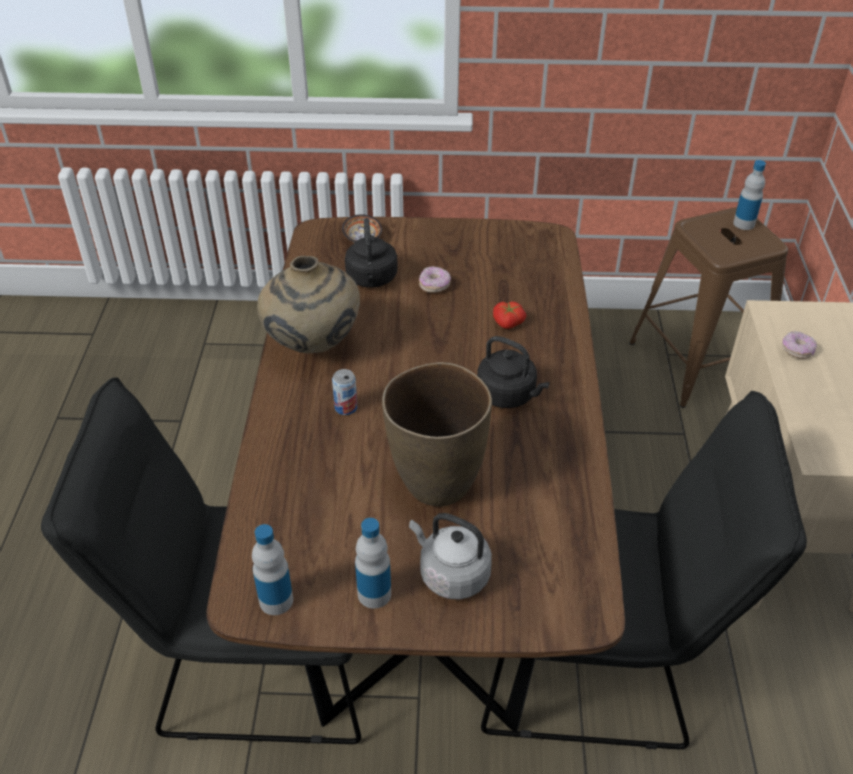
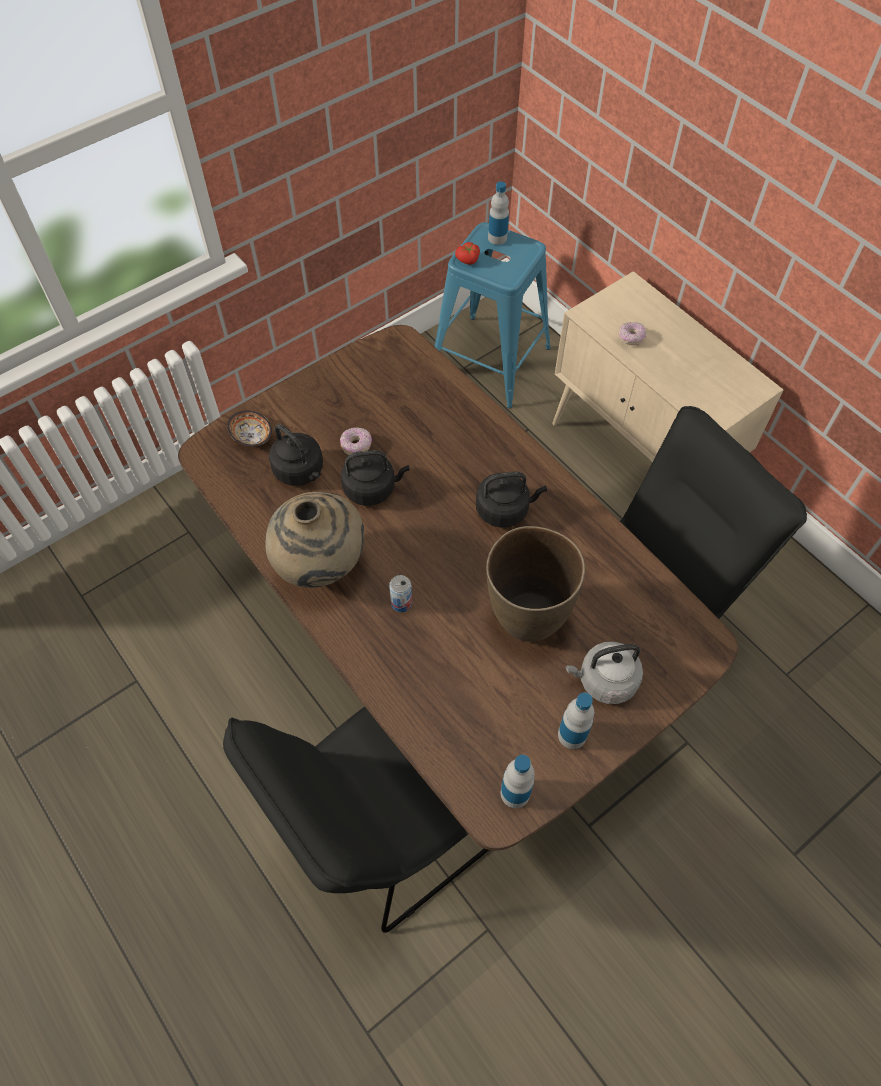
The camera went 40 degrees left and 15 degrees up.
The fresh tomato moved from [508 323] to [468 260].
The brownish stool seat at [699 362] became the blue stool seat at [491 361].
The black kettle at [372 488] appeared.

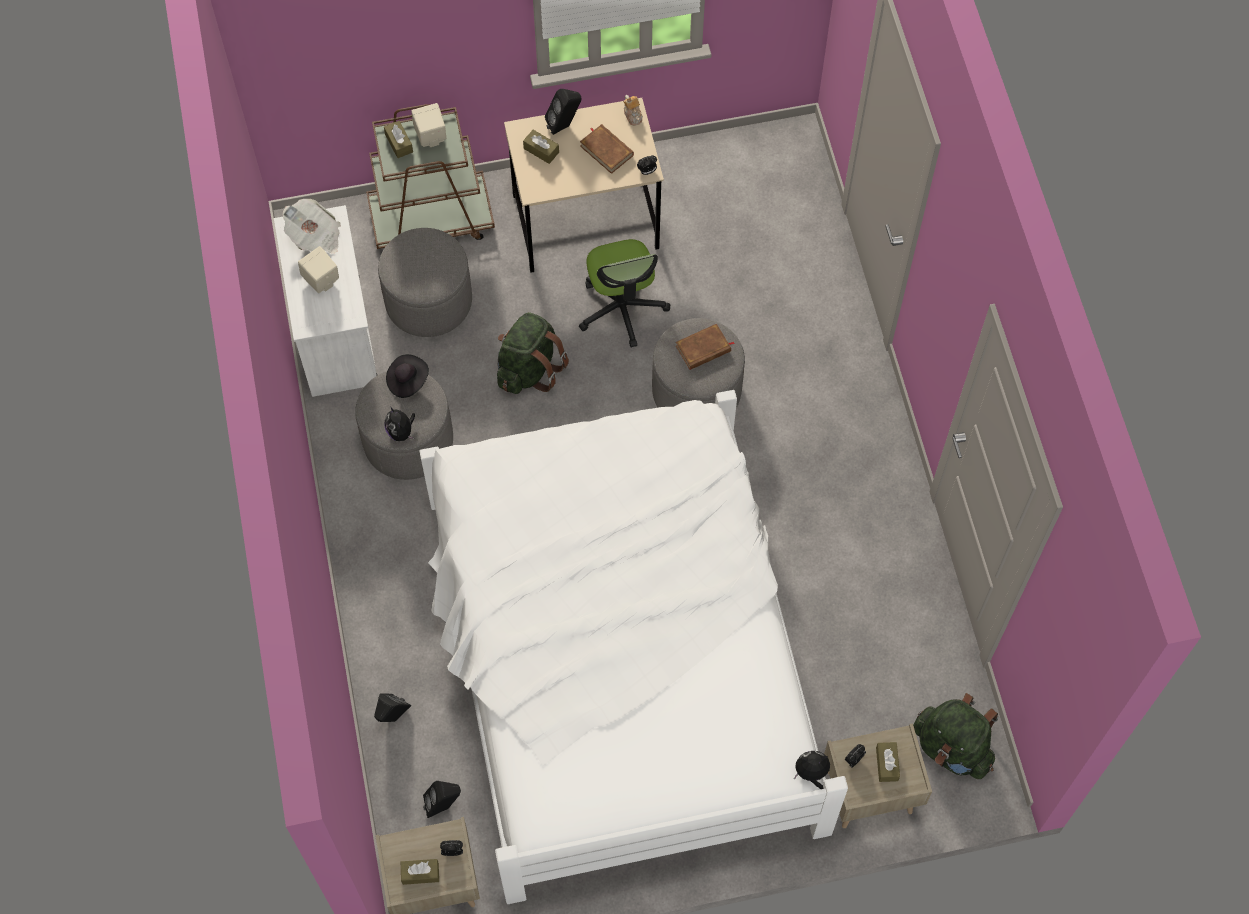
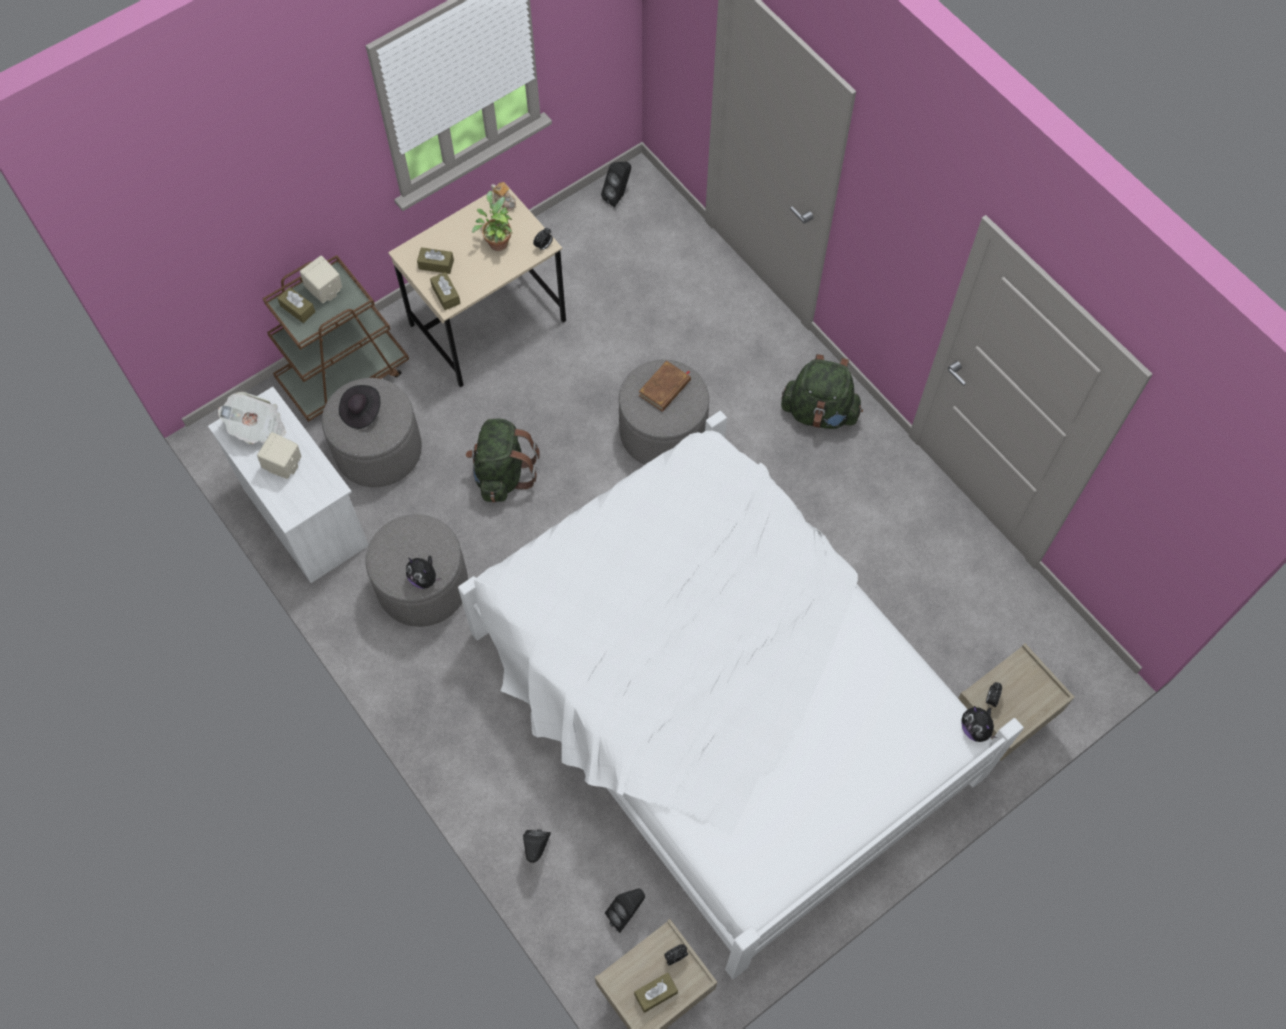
The camera went 25 degrees left and 0 degrees up.
The black wearable hat moved from [407 381] to [361 412].
The black speaker moved from [564 125] to [618 196].
The computer chair at [622 308] disappeared.
The brownish book at [606 150] was replaced by the potted plant at [497 241].
The plush toy at [811 773] turned 90 degrees counterclockwise.
The brownish tissue holder moved from [887 764] to [446 295].
The greenish backpack moved from [952 748] to [819 412].

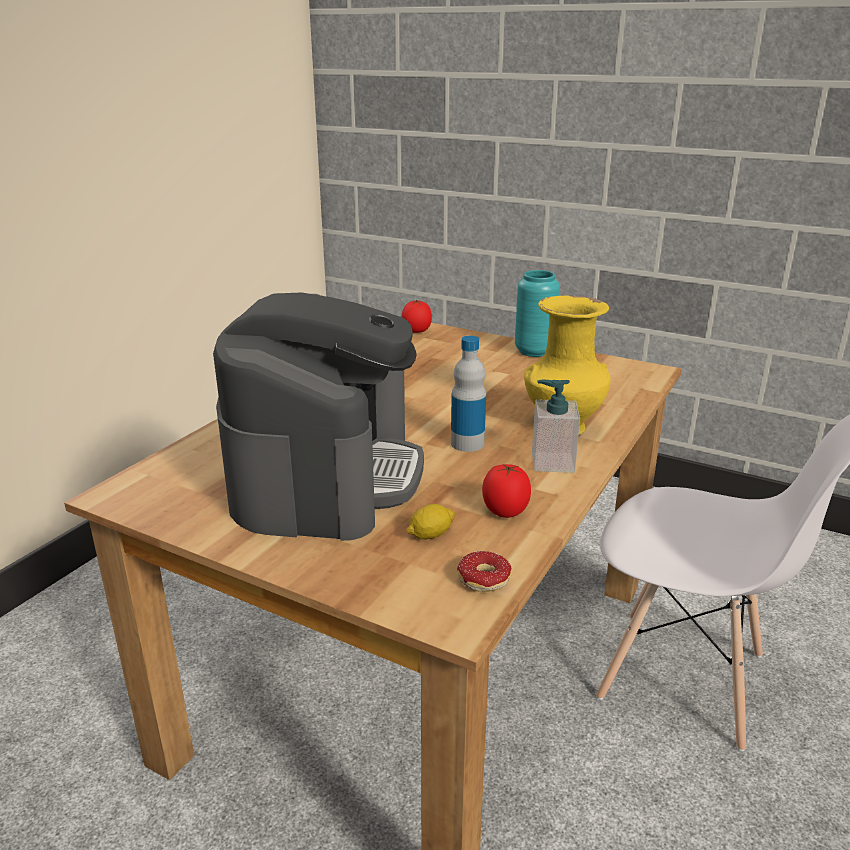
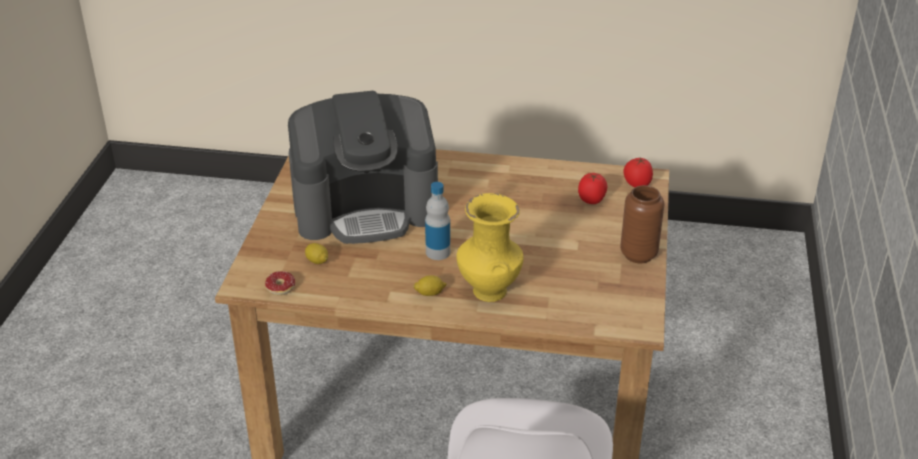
The camera went 70 degrees right and 10 degrees up.
The fresh tomato moved from [505 511] to [592 200].
The blue-green vase at [534 351] became the brownish vase at [638 255].
The soap dispenser at [552 462] was replaced by the lemon at [430 293].

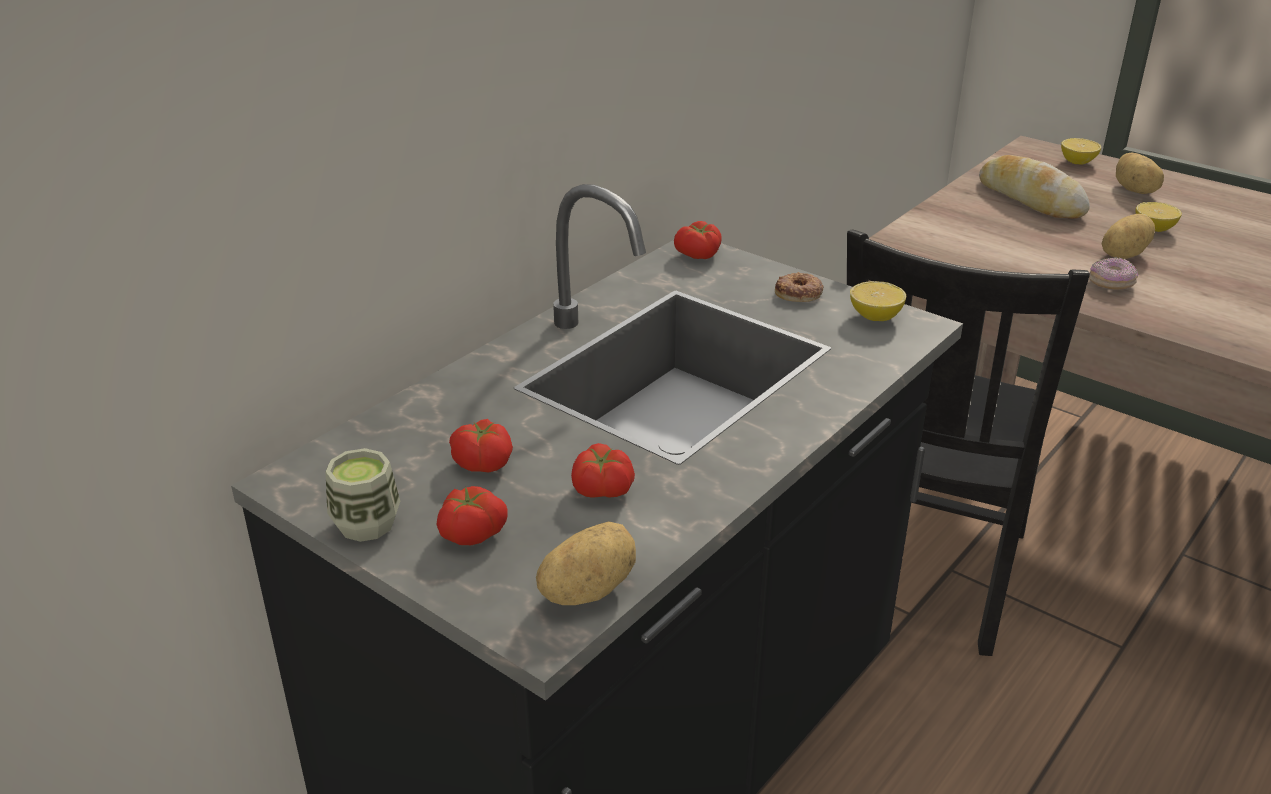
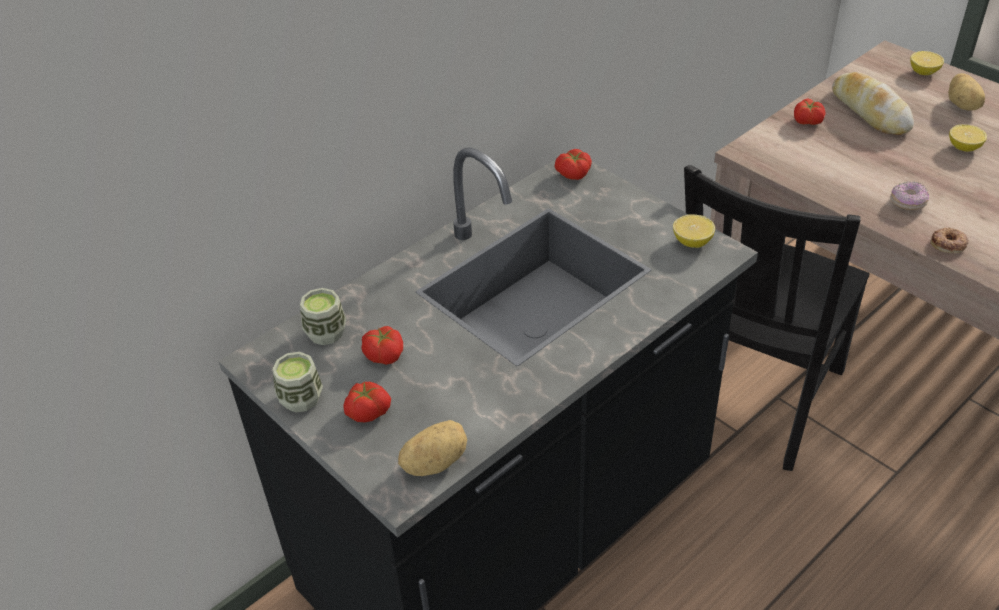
The camera went 10 degrees right and 10 degrees up.
The fresh tomato moved from [601 490] to [806 121].
The doughnut moved from [799 293] to [948 244].
The potato at [1121 254] disappeared.
The cup at [326 333] appeared.

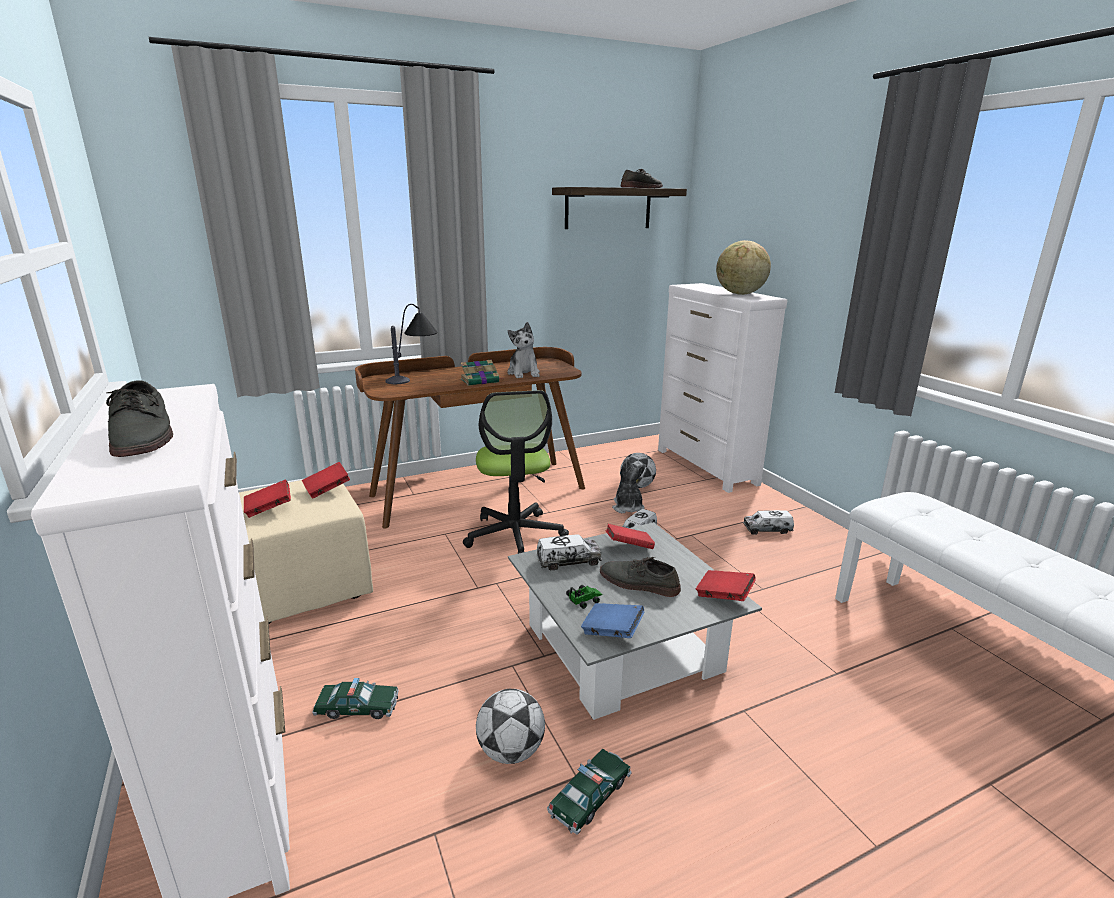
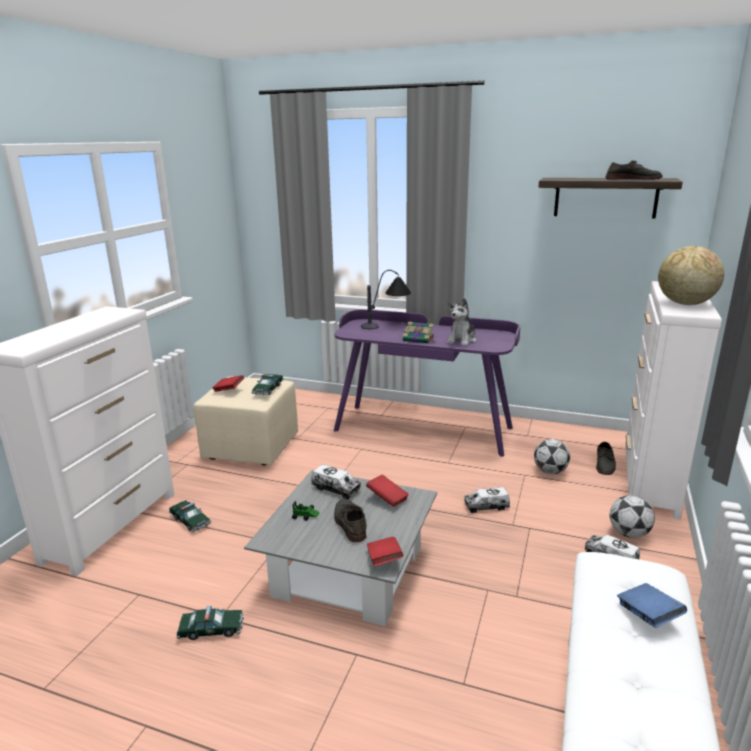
The camera went 45 degrees right and 0 degrees up.
The grey low shoe moved from [143 435] to [605 464].
The red-coloured book at [327 490] was replaced by the toy car at [268 389].
The brownish desk table at [478 491] became the purple desk table at [423 428].
The computer chair at [515 535] disappeared.
The ball for football moved from [511 751] to [628 533].
The blue book moved from [612 632] to [648 616].
The plush toy at [627 507] disappeared.

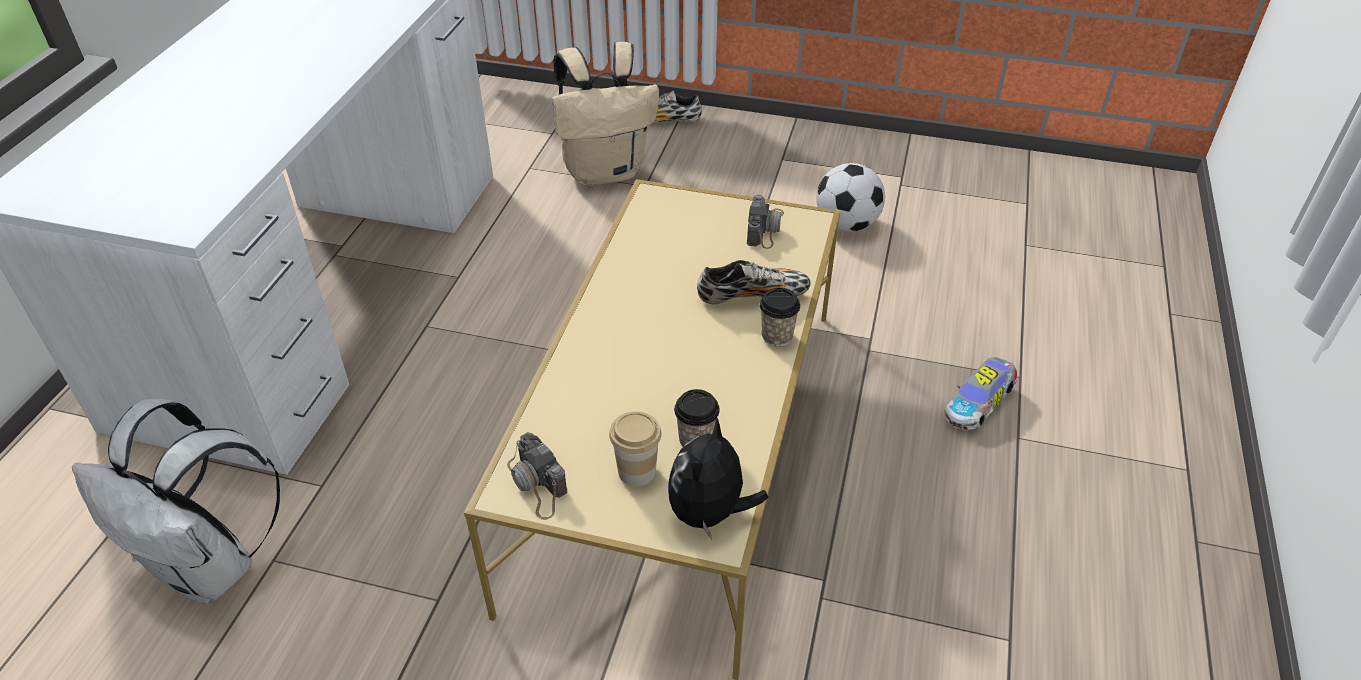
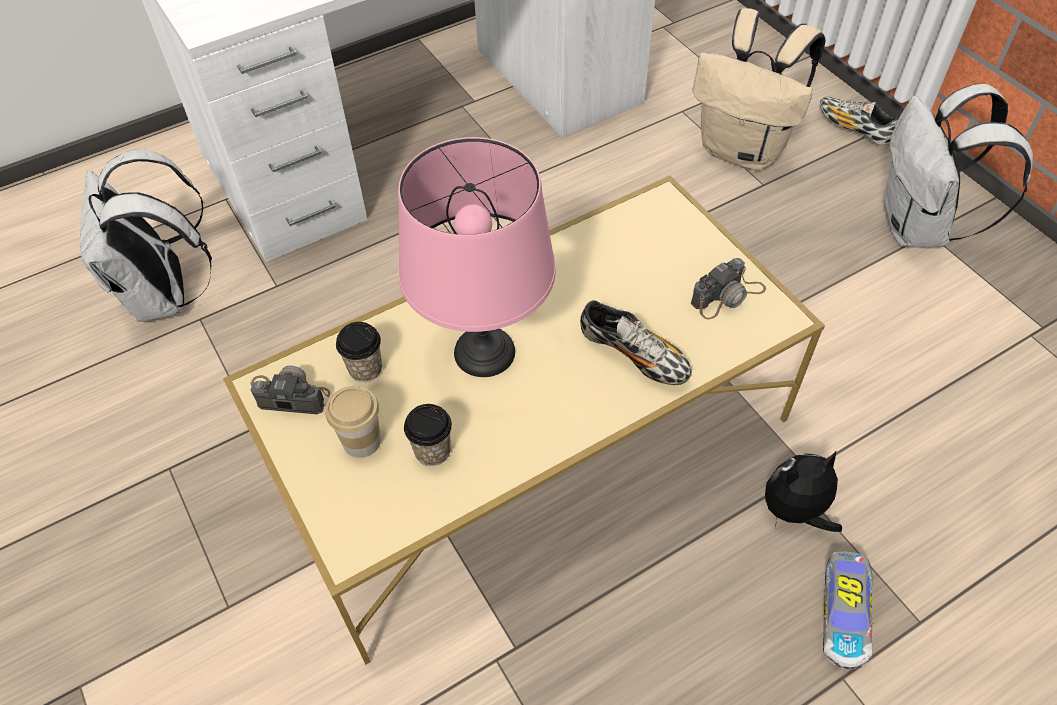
The camera went 45 degrees right and 10 degrees up.
The photo camera at [537 484] turned 90 degrees clockwise.
The plush toy moved from [710 513] to [795 511].
The cup moved from [777 336] to [365 369].
The ball for football at [846 224] disappeared.
The toy car at [978 403] turned 75 degrees counterclockwise.
The pink-coloured lamp for a table at [486 351] appeared.
The whitish backpack at [917 228] appeared.

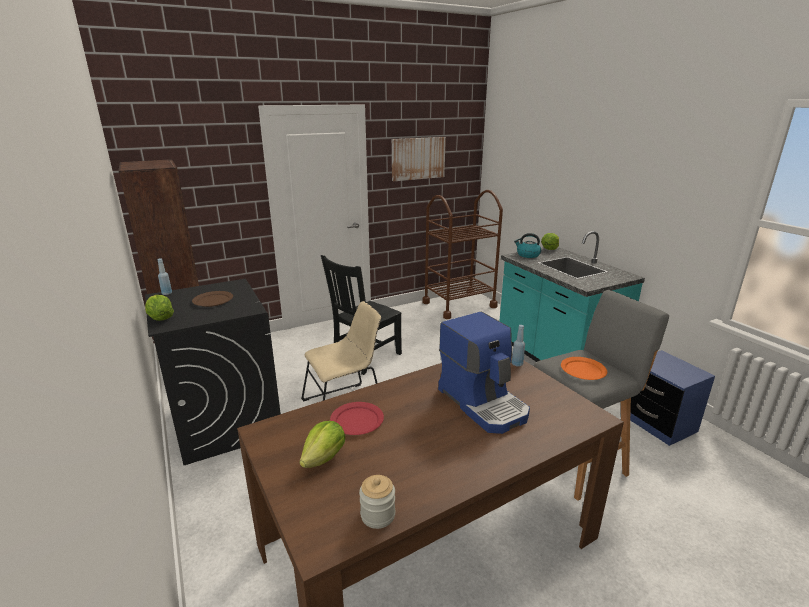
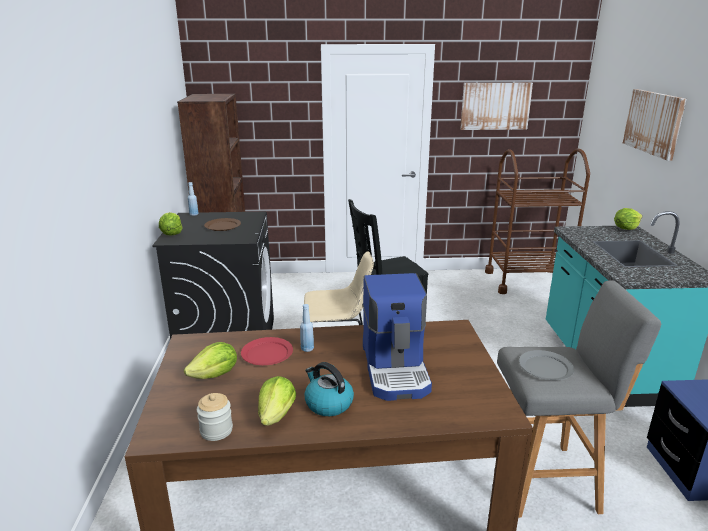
The camera went 25 degrees right and 0 degrees up.
The blue bottle moved from [517 364] to [307 349].
The kettle moved from [527 255] to [328 403].
The orange plate at [583 370] became the grey plate at [545 367].
The lettuce head at [277 415] appeared.
The wall picture at [654 123] appeared.

